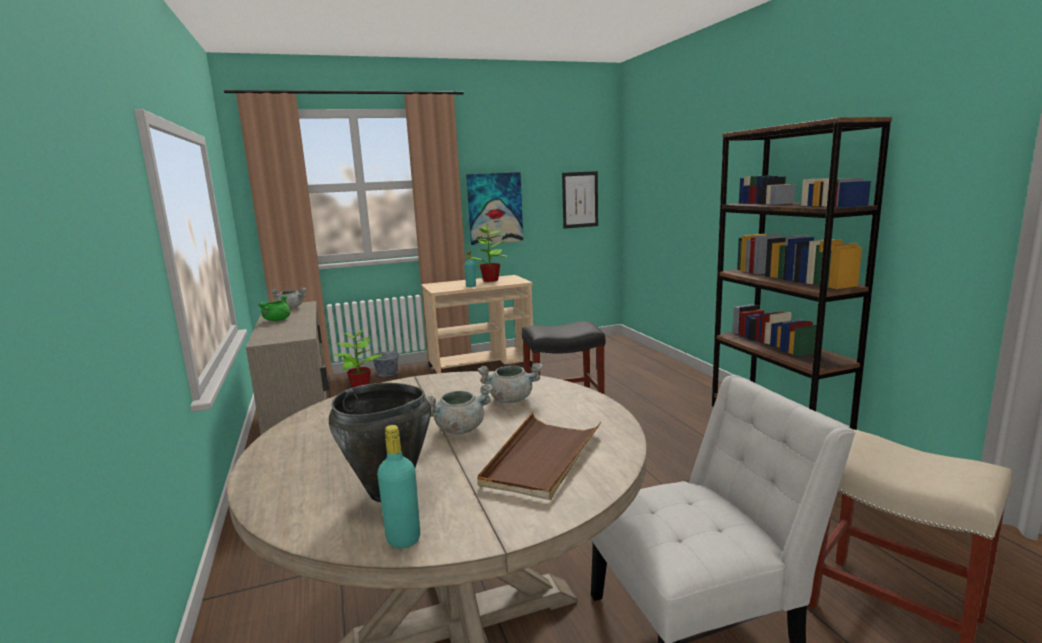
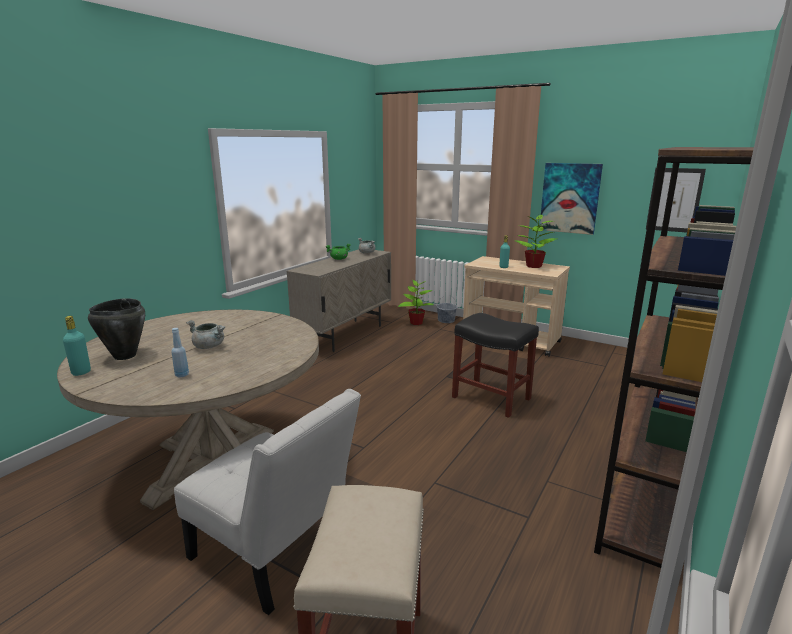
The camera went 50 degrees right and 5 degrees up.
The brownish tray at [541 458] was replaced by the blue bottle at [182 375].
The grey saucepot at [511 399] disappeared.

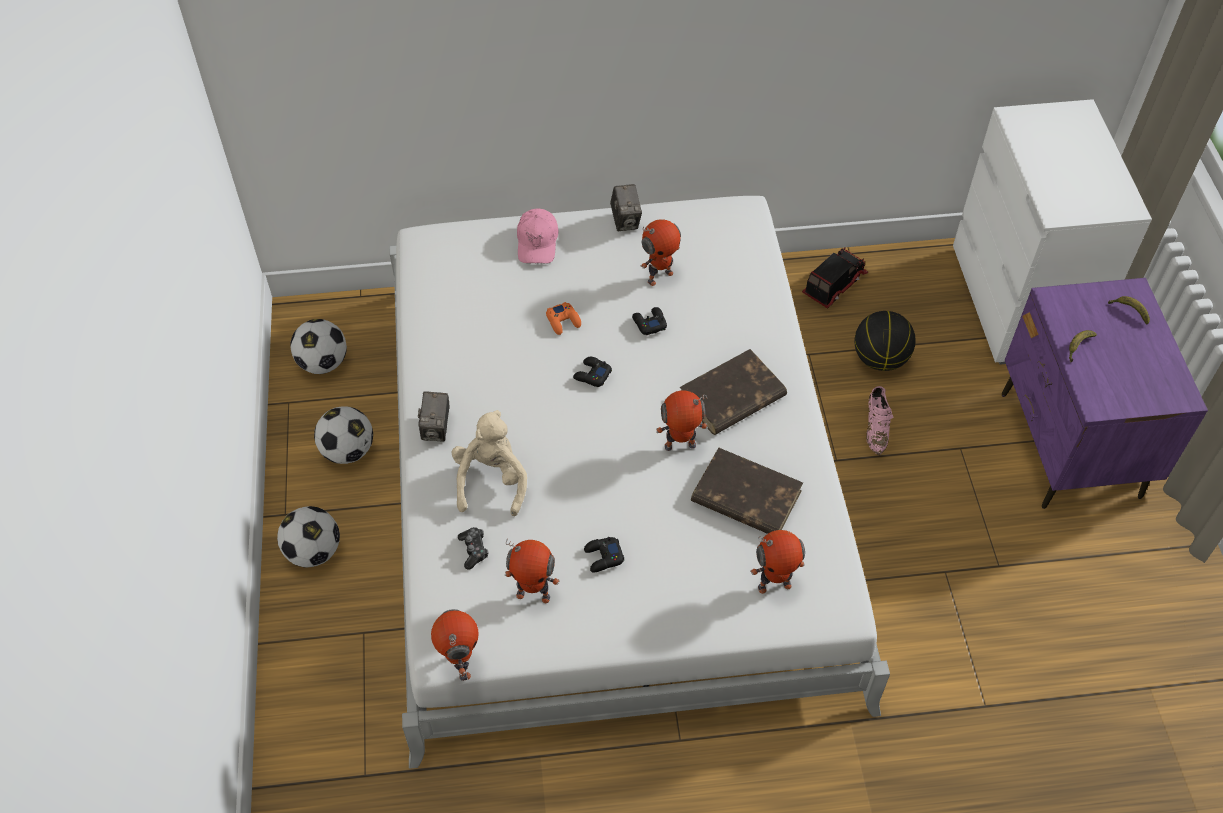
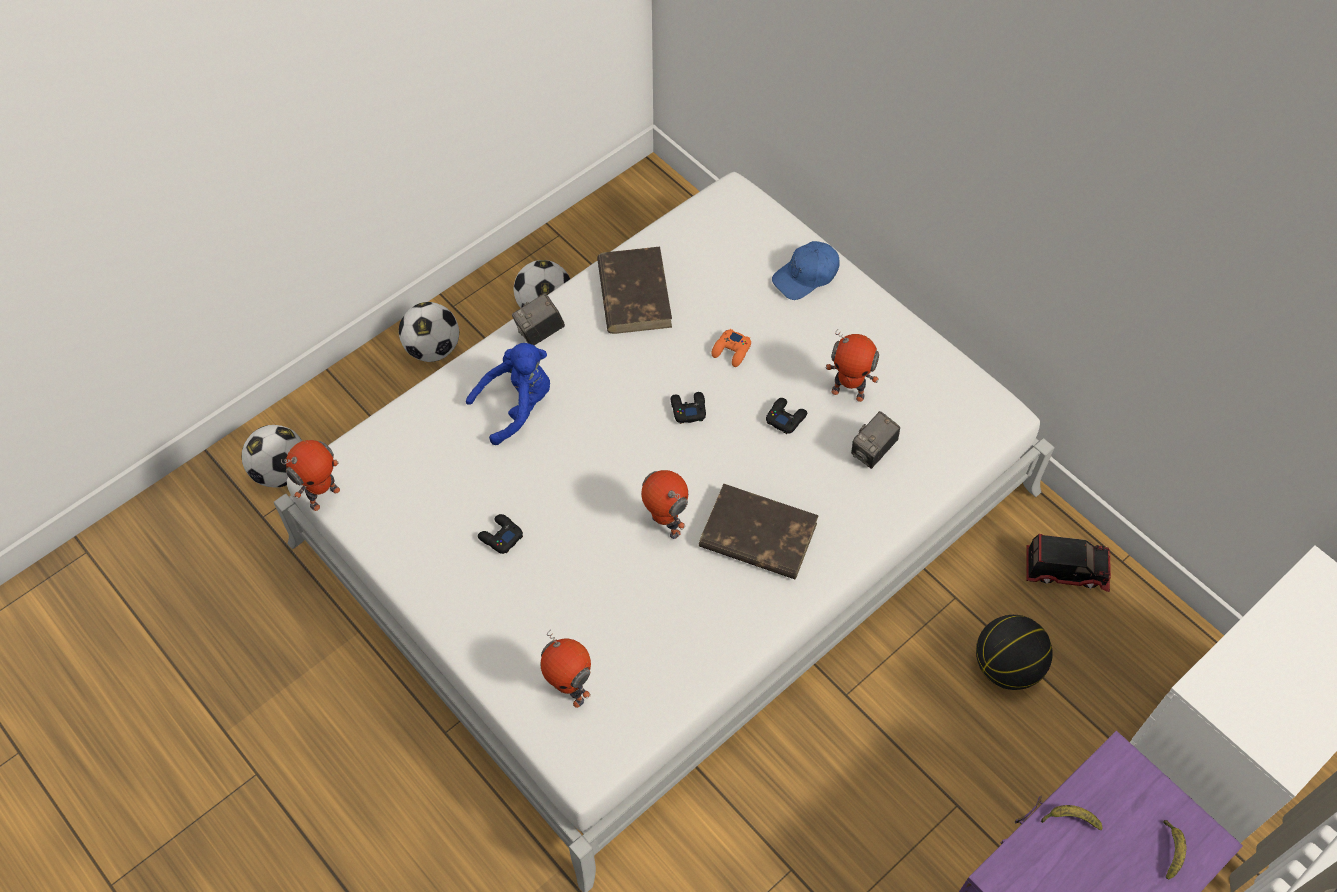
The camera went 55 degrees right and 5 degrees up.
The ball for football moved from [323 363] to [281 472].
The sand-coloured plush toy at [491 481] became the blue plush toy at [517 405].
The joypad at [474 550] disappeared.
The toy robot at [534 594] disappeared.
The pink-coloured baseball cap at [537 242] became the blue baseball cap at [806 276].
The photo camera moved from [625 221] to [873 452].
The brownish book moved from [745 496] to [634 293].
The pink-coloured low shoe at [876 428] disappeared.

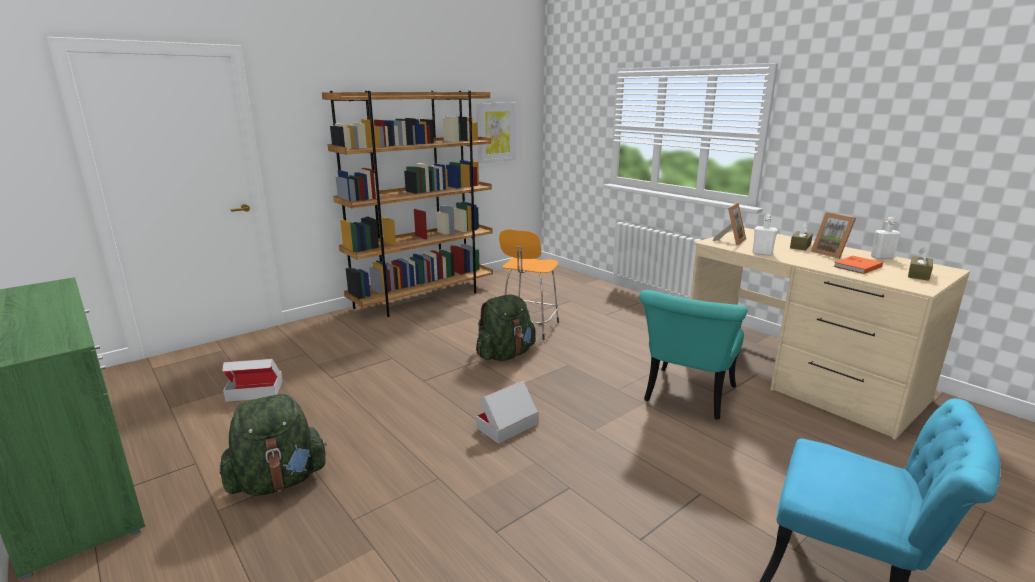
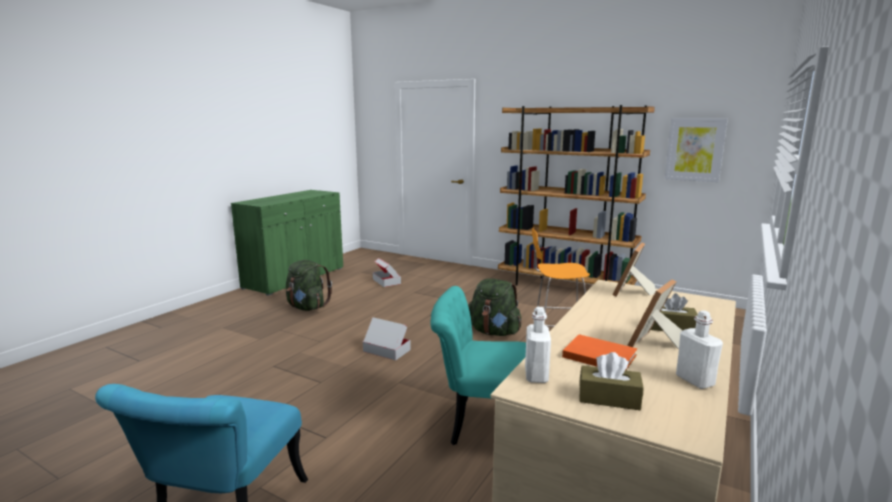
The camera went 70 degrees right and 5 degrees down.
The photo frame at [731 241] turned 105 degrees clockwise.
The whitish bottle moved from [762 253] to [536 375].

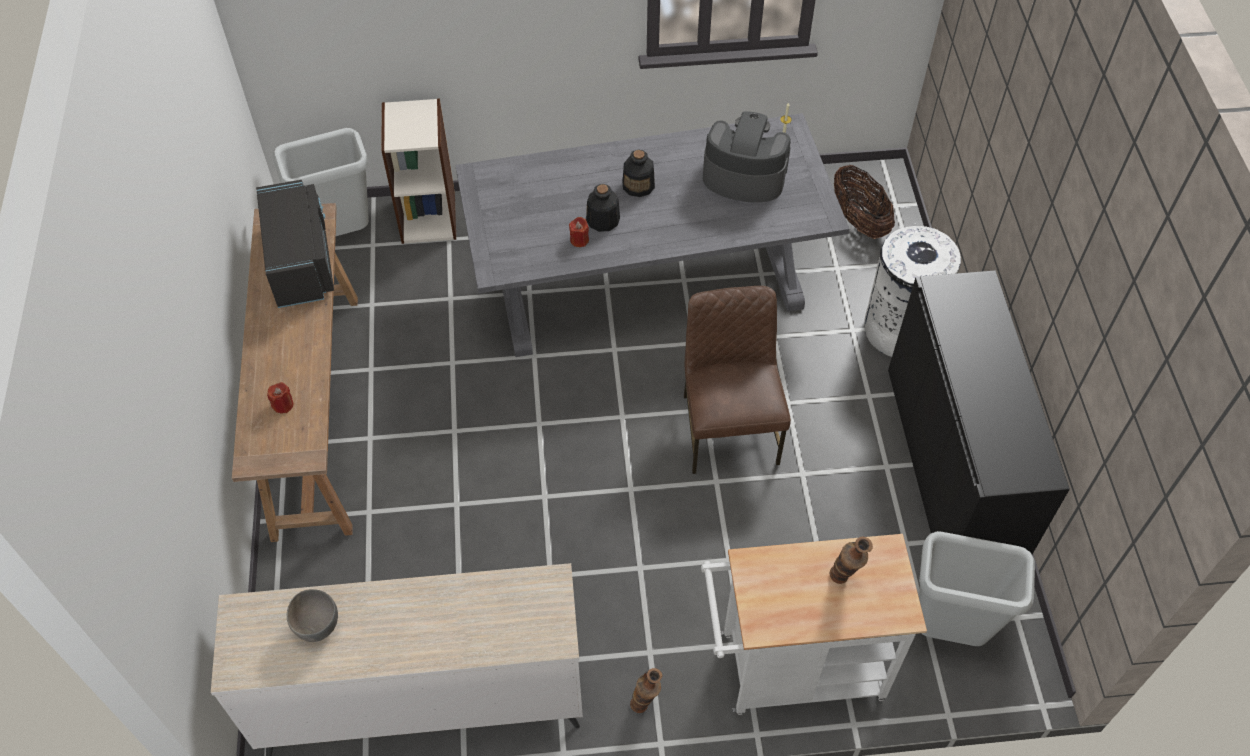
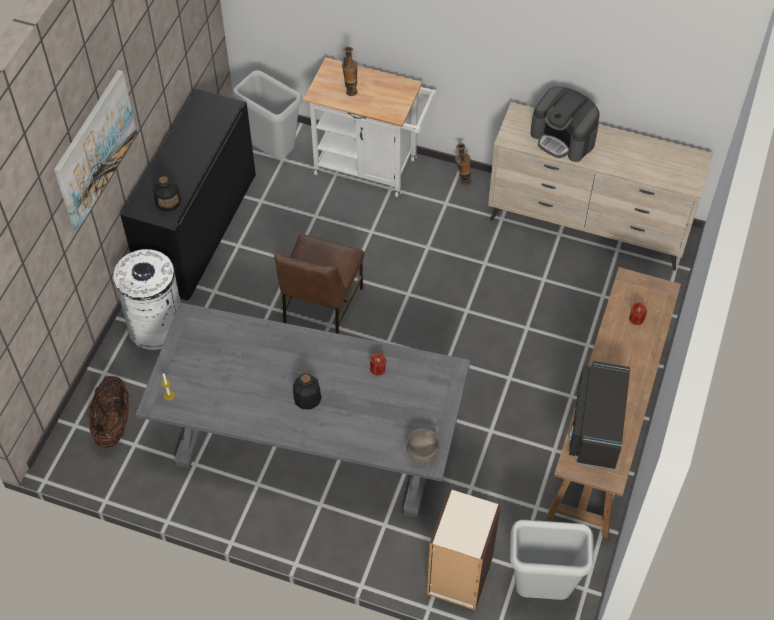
The camera went 155 degrees left and 0 degrees up.
The grey serving bowl moved from [317 625] to [422 454].
The bottle moved from [603 220] to [168 202].
The coffee brewer moved from [743 176] to [563 138].
The wall picture at [95 149] appeared.

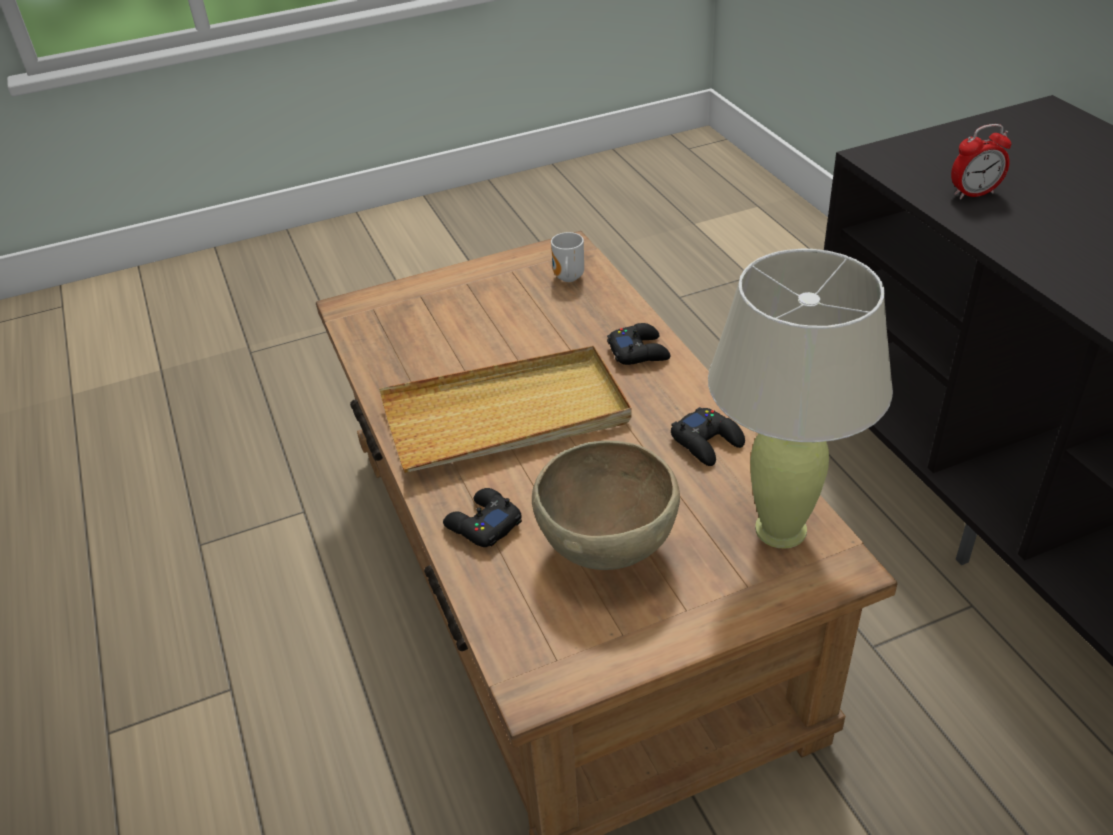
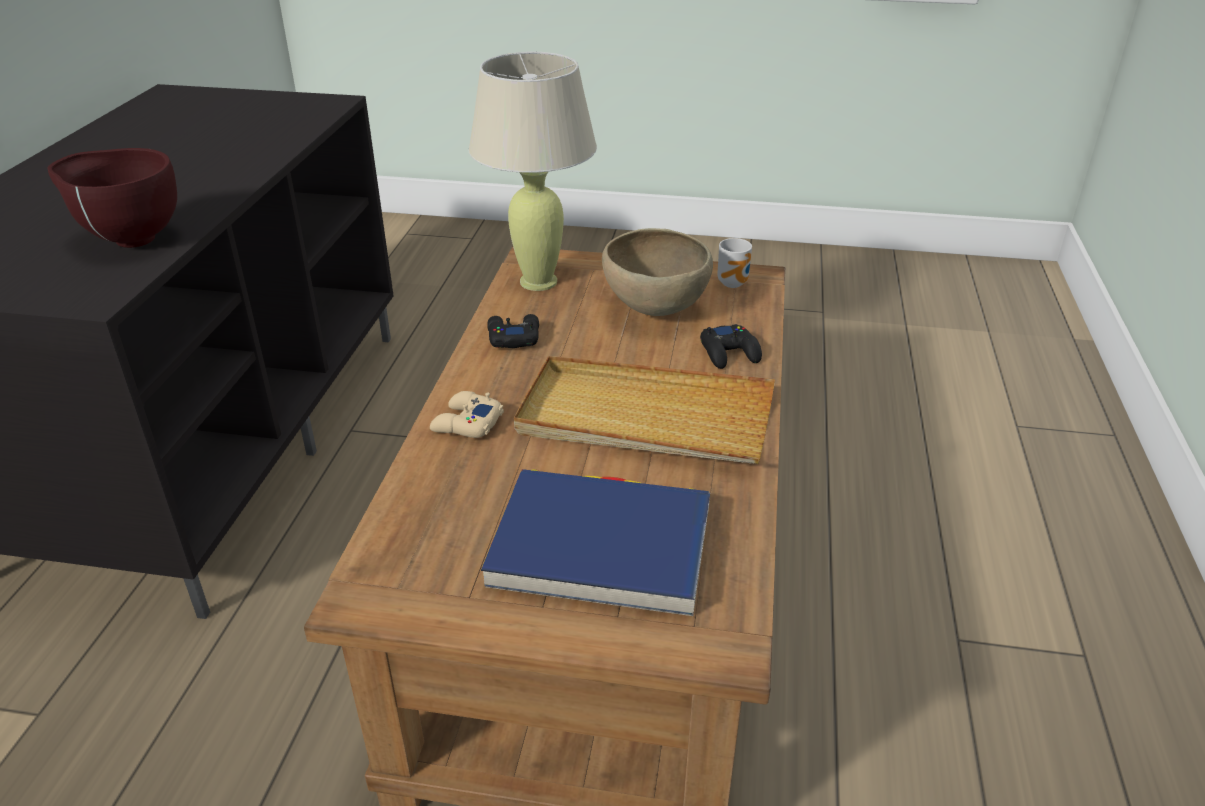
The camera went 150 degrees left and 5 degrees down.
The mug moved from [567 279] to [734 283].
The black joypad at [639 351] became the sand-coloured joypad at [466 423].
The alarm clock at [974 194] was replaced by the brownish serving bowl at [130 239].
The blue book at [601 547] appeared.

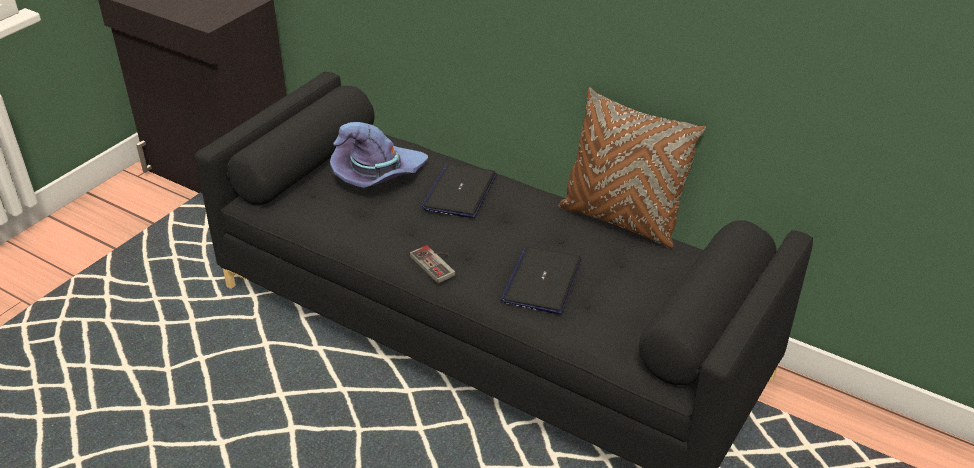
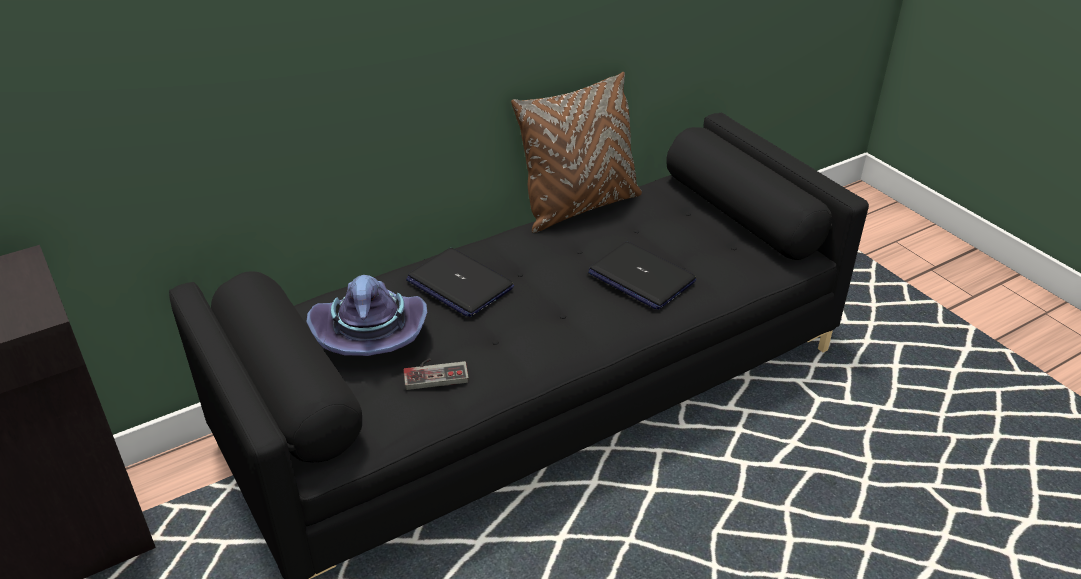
The camera went 65 degrees left and 0 degrees up.
The joypad moved from [437 263] to [435 372].

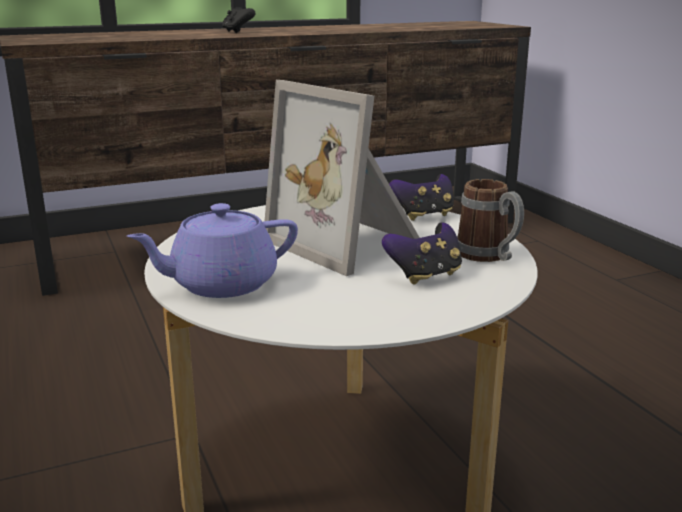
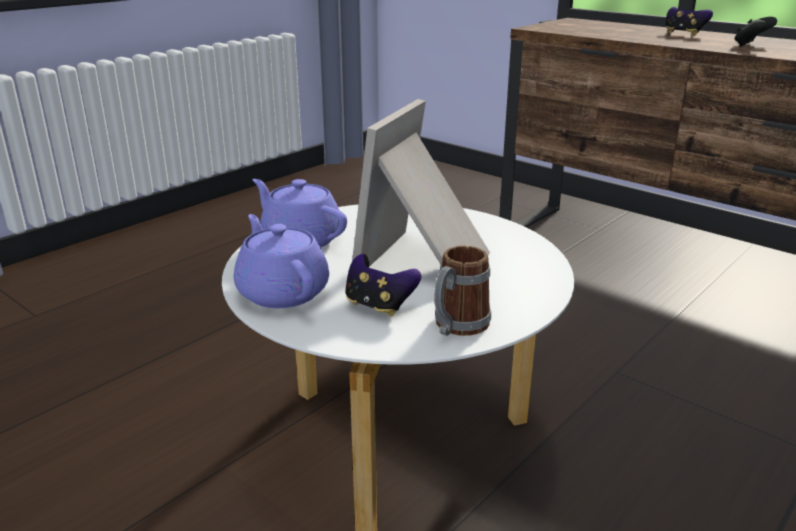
The camera went 65 degrees right and 5 degrees up.
The joypad moved from [424 215] to [683 34].
The purple pot for tea at [282 292] appeared.

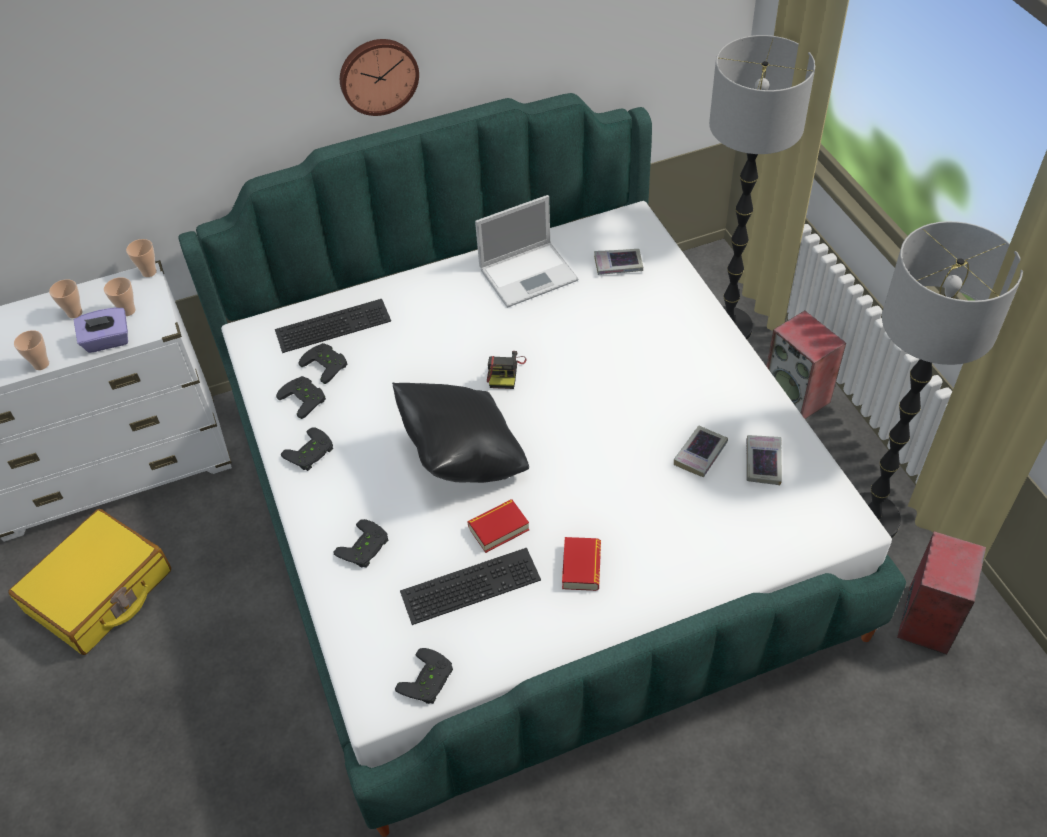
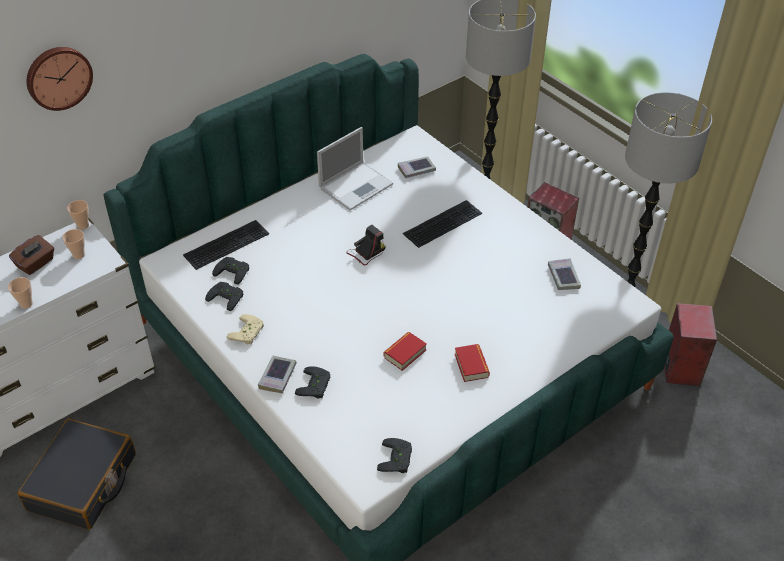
The camera went 20 degrees left and 5 degrees down.
The yellow-coloured piece of luggage at [99 592] became the black piece of luggage at [83 482].
The cup at [74 313] was replaced by the brownish tissue holder at [36 264].
The purple tissue holder at [108 341] disappeared.
The black joypad at [311 454] became the sand-coloured joypad at [248 333].
The hanging clock moved from [378 75] to [58 77].
The black throw pillow at [463 457] disappeared.
The computer keyboard moved from [471 583] to [442 222].
The photo camera at [505 372] turned 120 degrees counterclockwise.
The book moved from [700 454] to [277 376].

